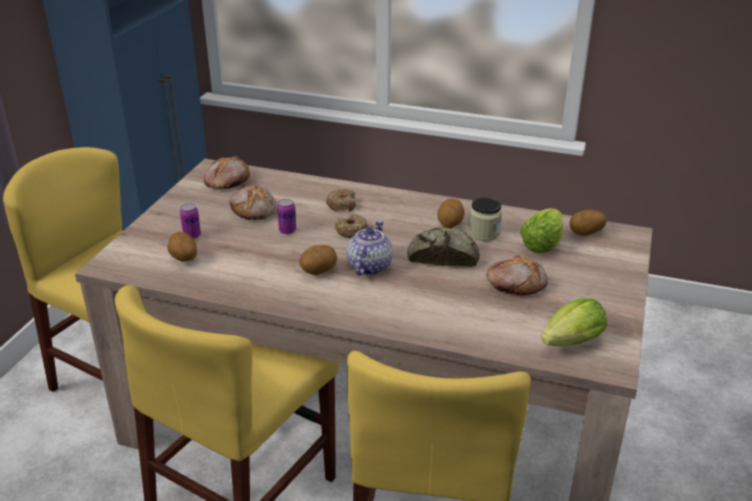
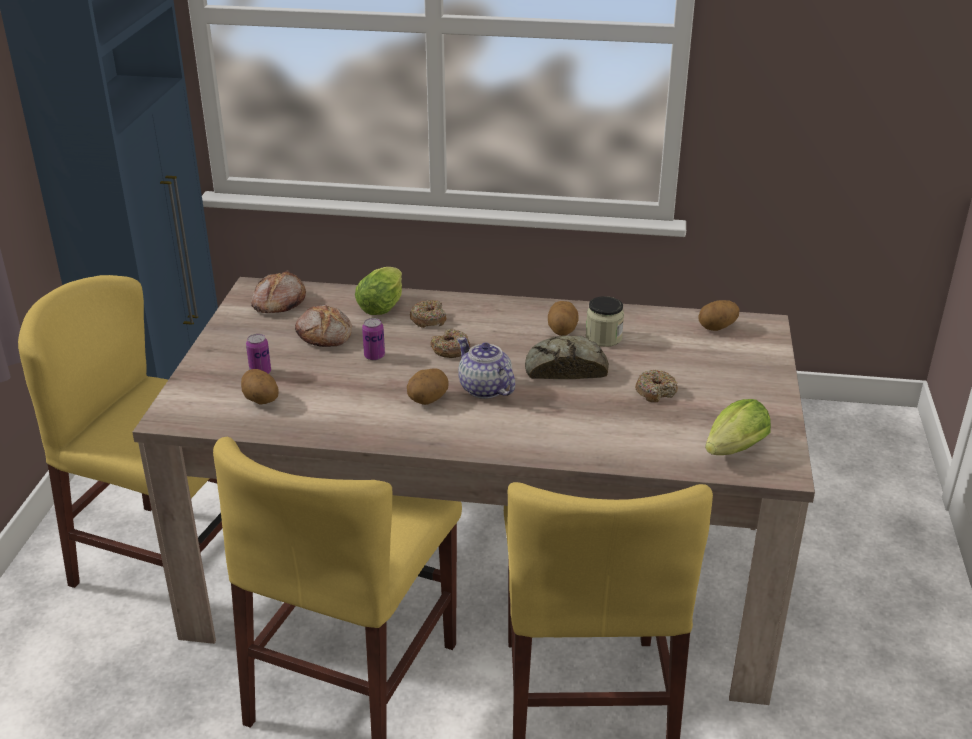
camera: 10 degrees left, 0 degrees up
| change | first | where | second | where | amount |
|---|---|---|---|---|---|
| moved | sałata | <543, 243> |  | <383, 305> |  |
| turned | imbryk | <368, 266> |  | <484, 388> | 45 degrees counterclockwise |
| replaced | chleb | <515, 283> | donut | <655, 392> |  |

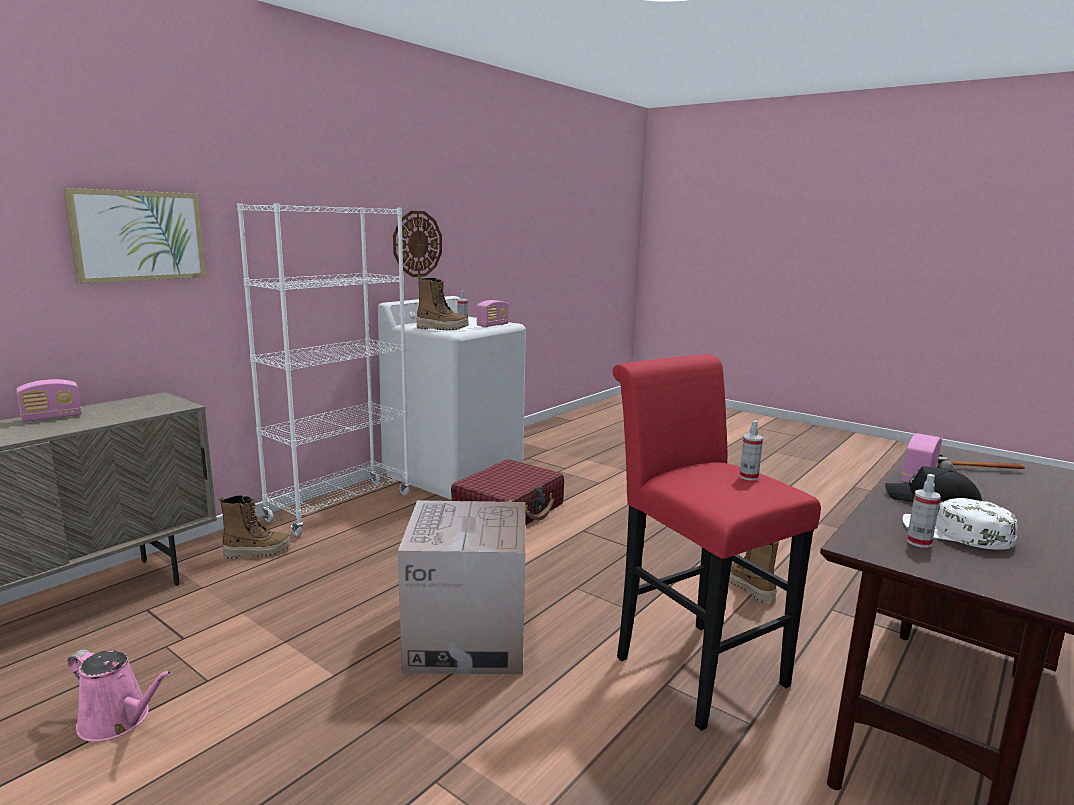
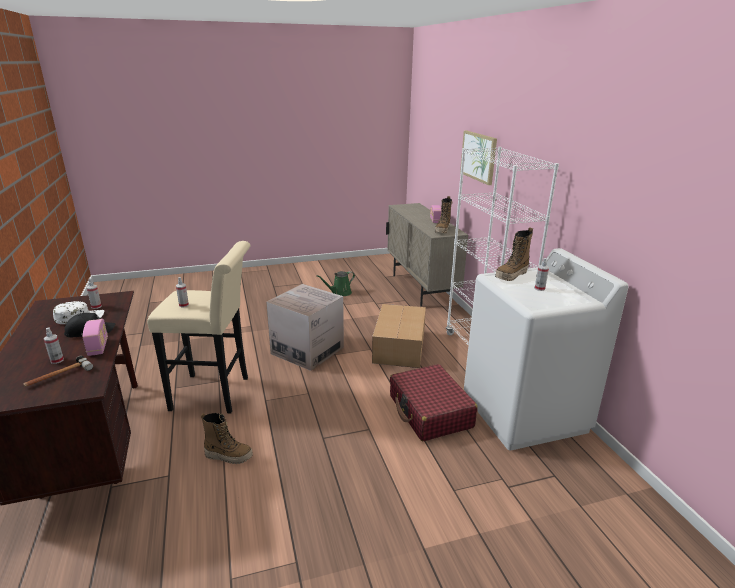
camera: 125 degrees right, 10 degrees up
| change | first | where | second | where | amount |
|---|---|---|---|---|---|
| added |  |  | spryskiwacz | <57, 360> |  |
| recoloured | stołek/czerwony | <691, 664> | stołek/beżowy | <216, 394> |  |
| recoloured | konewka/różowy | <118, 720> | konewka/zielony | <339, 293> |  |
| added |  |  | karton | <400, 346> |  |
| moved | but z cholewką | <257, 552> |  | <442, 230> |  |
| removed | zegar ścienny | <417, 244> |  |  |  |
| removed | radio | <492, 325> |  |  |  |

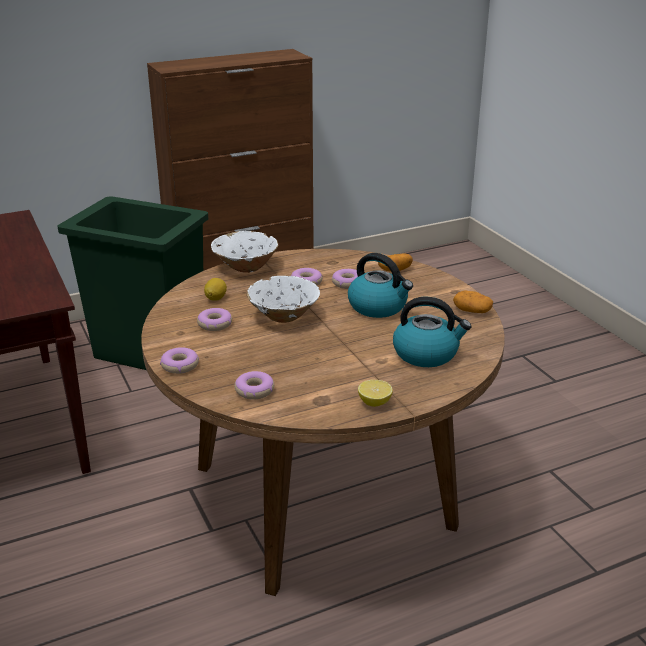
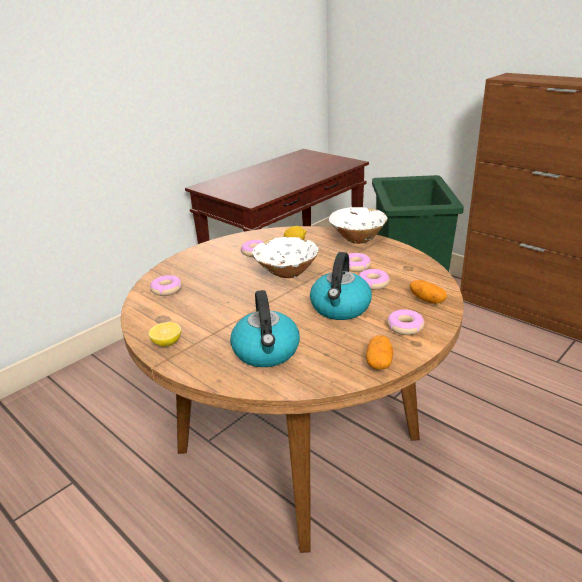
camera: 70 degrees right, 0 degrees up
| change | first | where | second | where | amount |
|---|---|---|---|---|---|
| moved | donut | <180, 365> |  | <405, 327> |  |

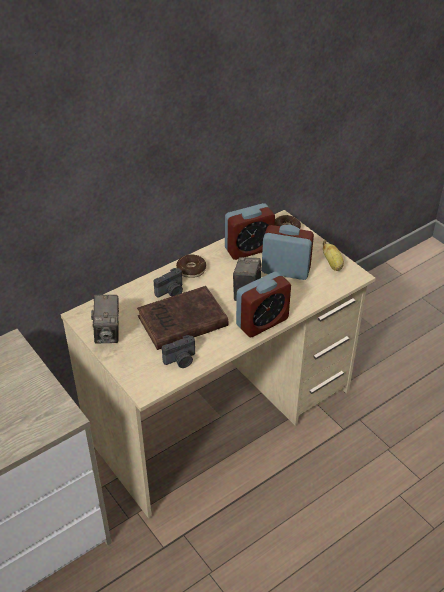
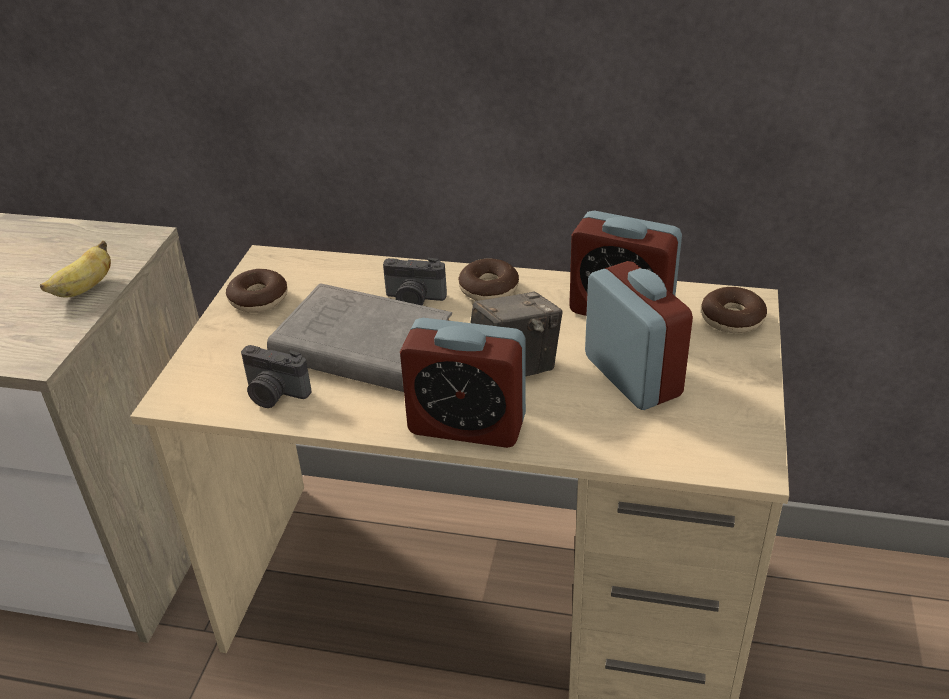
camera: 50 degrees right, 5 degrees down
| change | first | where | second | where | amount |
|---|---|---|---|---|---|
| moved | banan | <333, 264> |  | <84, 288> |  |
| replaced | aparat fotograficzny | <108, 333> | donut | <258, 299> |  |
| recoloured | książka/brązowy | <180, 322> | książka/szary | <358, 345> |  |

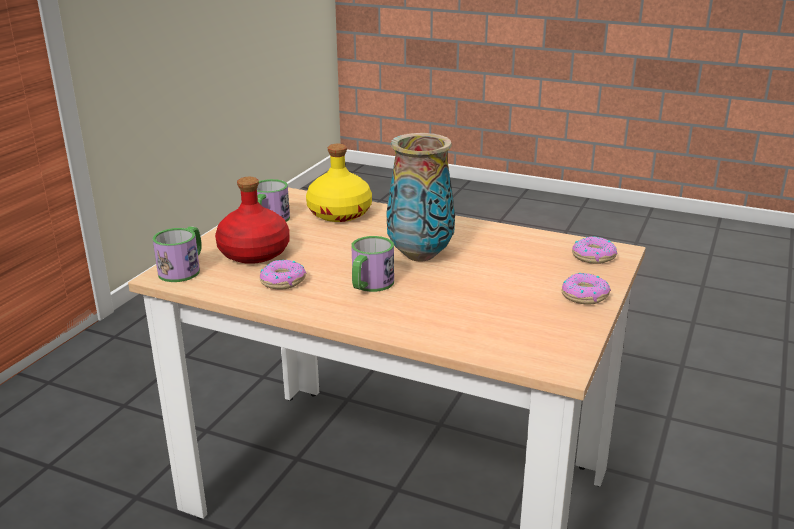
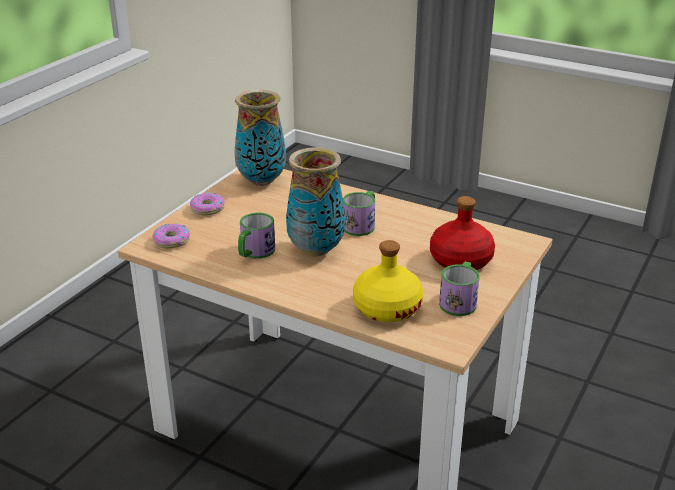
camera: 175 degrees left, 5 degrees up
| change | first | where | second | where | amount |
|---|---|---|---|---|---|
| added |  |  | wazon | <262, 180> |  |
| moved | kubek | <184, 269> |  | <254, 252> |  |
| removed | donut | <282, 281> |  |  |  |

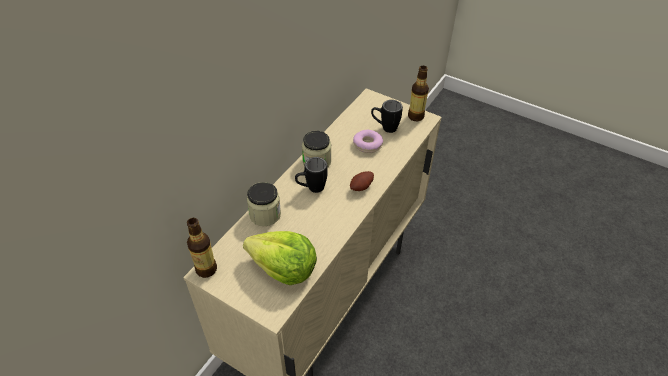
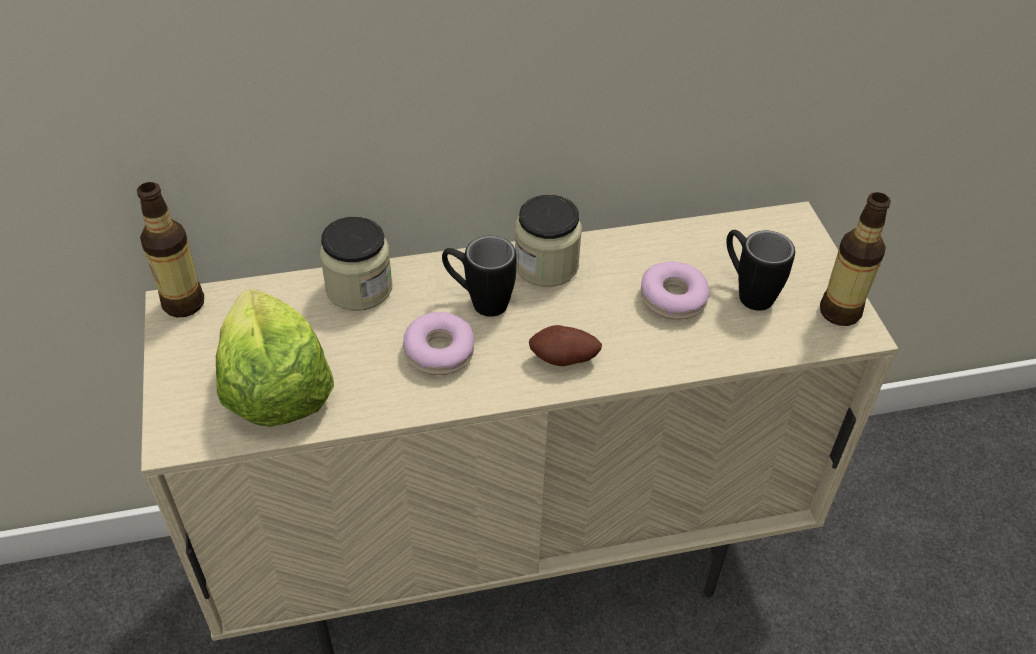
camera: 45 degrees right, 0 degrees up
| change | first | where | second | where | amount |
|---|---|---|---|---|---|
| added |  |  | donut | <439, 351> |  |

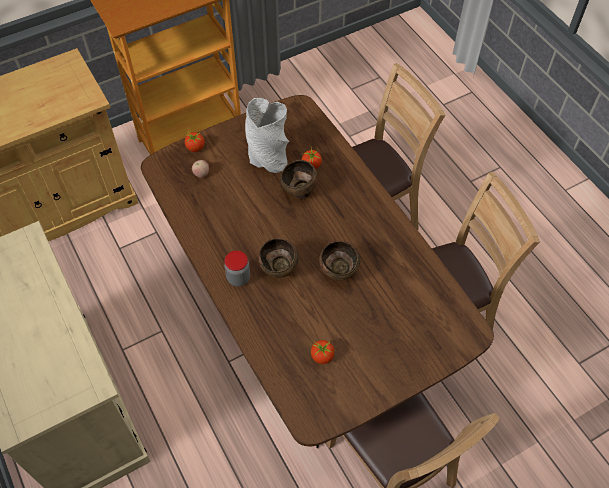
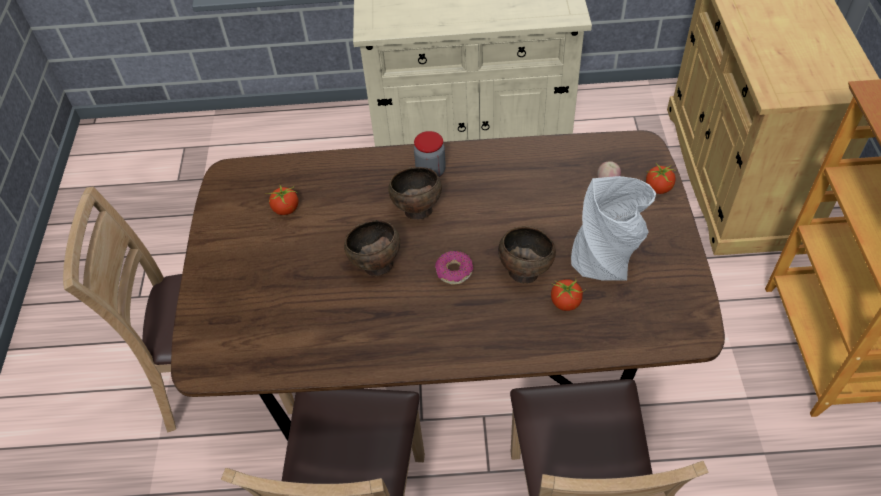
camera: 120 degrees right, 5 degrees down
| change | first | where | second | where | amount |
|---|---|---|---|---|---|
| added |  |  | donut | <454, 271> |  |

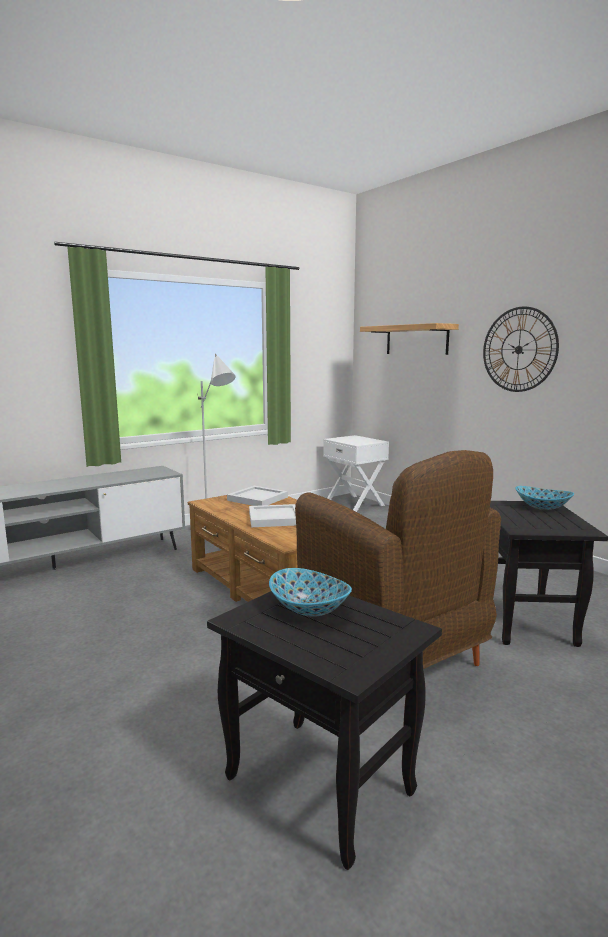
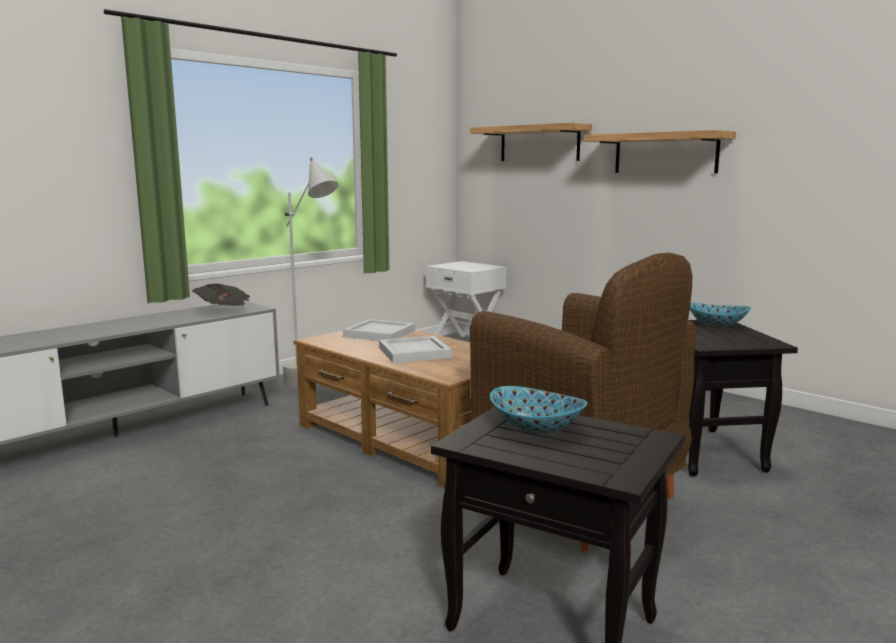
camera: 10 degrees left, 0 degrees up
| change | first | where | second | where | amount |
|---|---|---|---|---|---|
| added |  |  | gazeta | <224, 310> |  |
| replaced | zegar ścienny | <519, 349> | półka | <665, 153> |  |

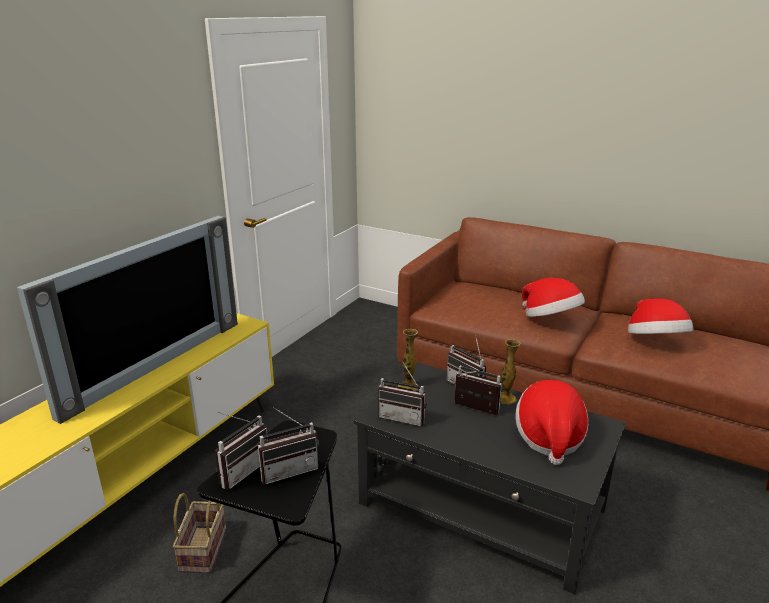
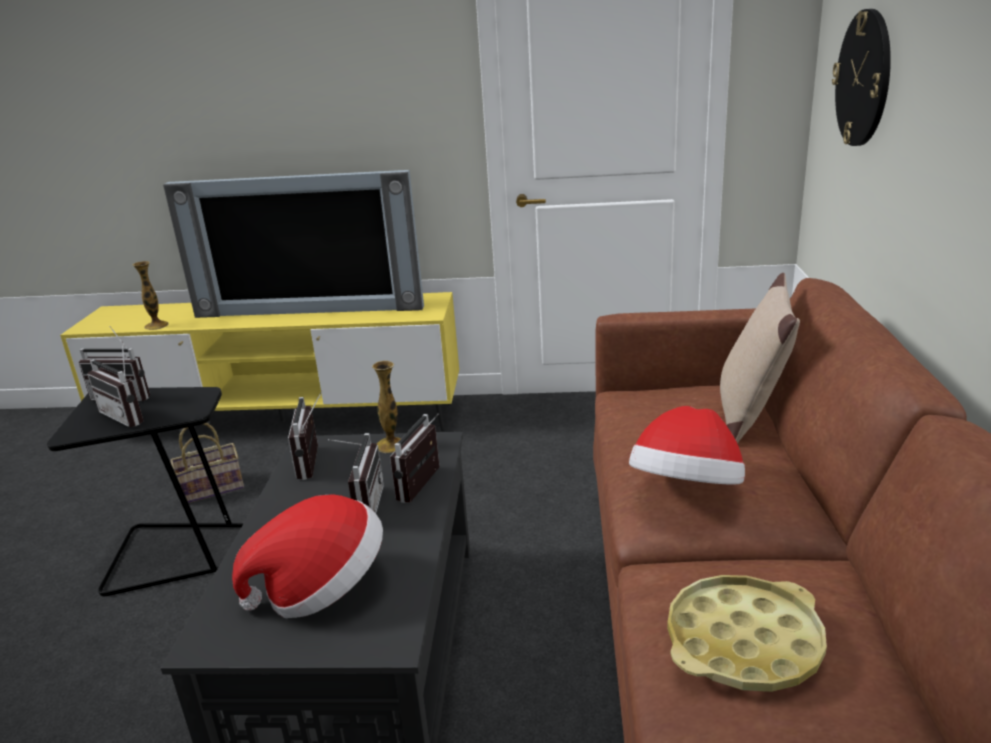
camera: 65 degrees right, 0 degrees up
| change | first | where | second | where | amount |
|---|---|---|---|---|---|
| moved | wazon | <505, 398> |  | <156, 325> |  |
| replaced | kapelusz | <655, 342> | taca/żółty | <744, 642> |  |
| added |  |  | poduszka/beżowy | <750, 415> |  |
| added |  |  | zegar ścienny | <863, 79> |  |

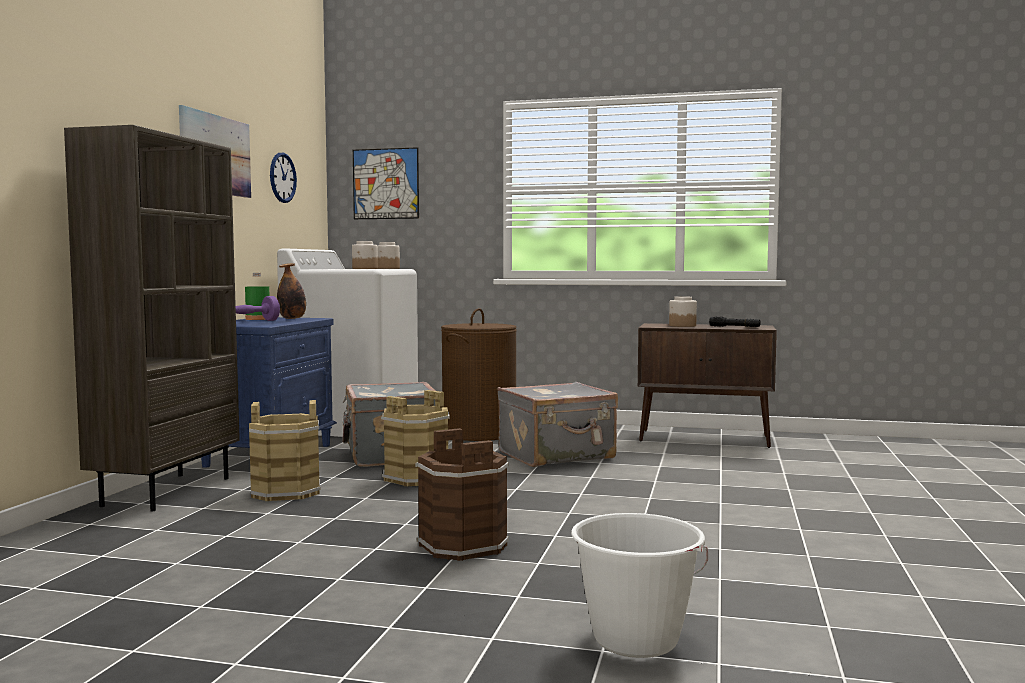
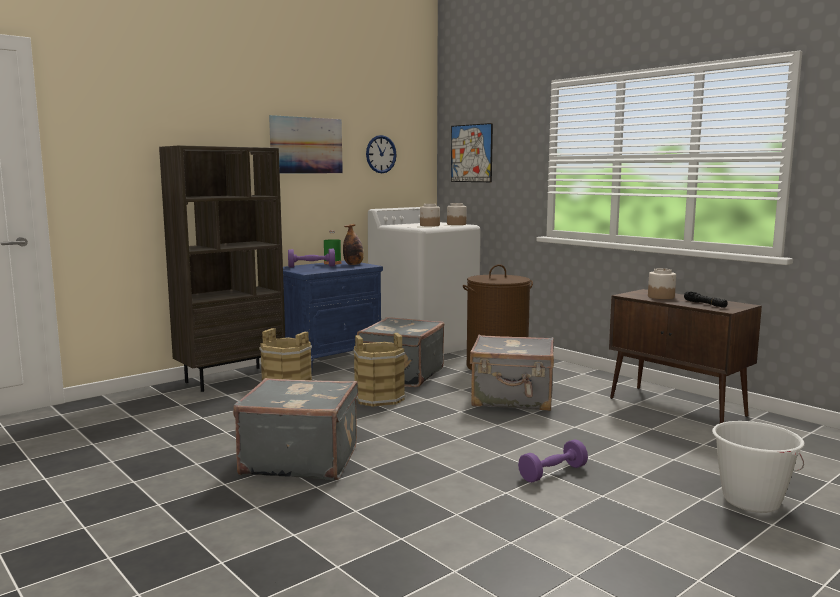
camera: 35 degrees right, 5 degrees up
| change | first | where | second | where | amount |
|---|---|---|---|---|---|
| replaced | wiadro/brązowy | <462, 545> | walizka/szary | <300, 460> |  |
| added |  |  | hantel/fioletowy | <553, 473> |  |
| moved | wiadro/biały | <635, 640> |  | <751, 501> |  |

